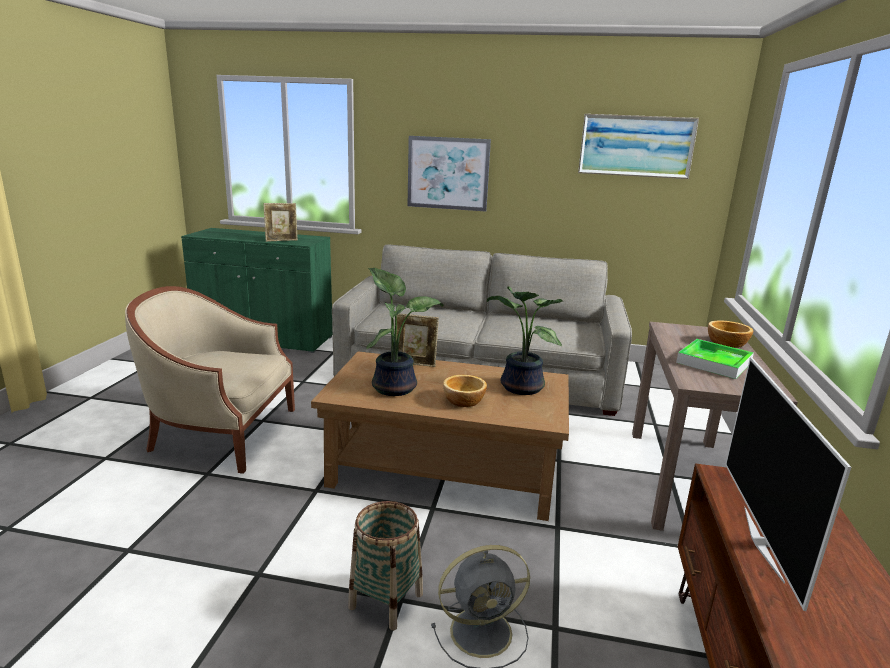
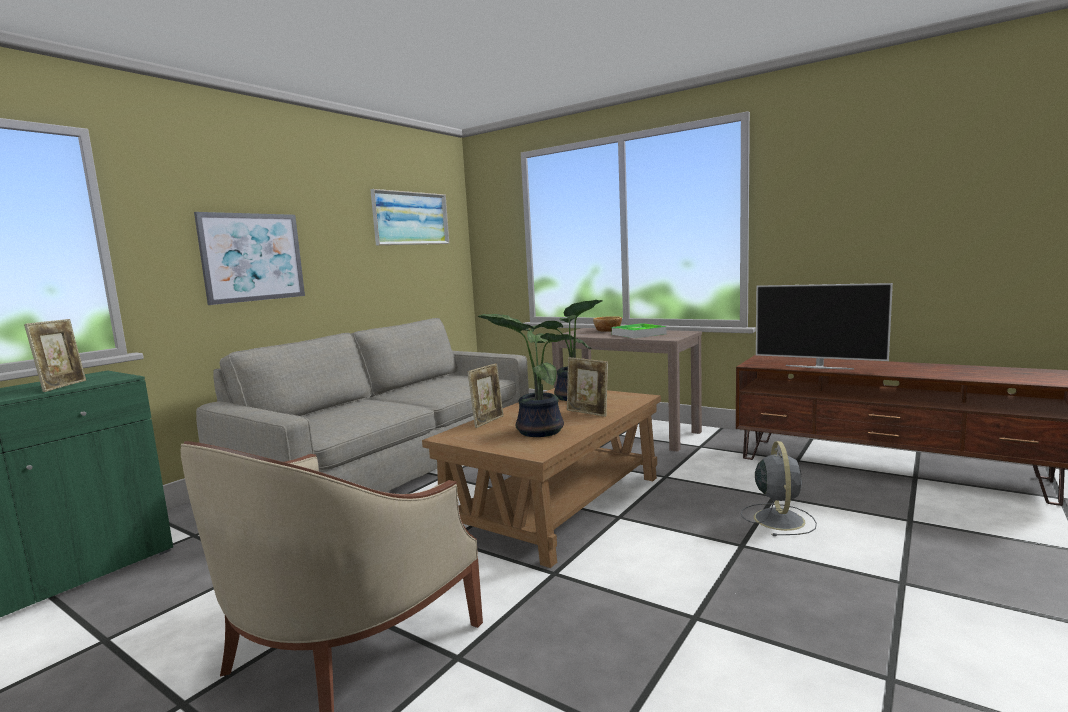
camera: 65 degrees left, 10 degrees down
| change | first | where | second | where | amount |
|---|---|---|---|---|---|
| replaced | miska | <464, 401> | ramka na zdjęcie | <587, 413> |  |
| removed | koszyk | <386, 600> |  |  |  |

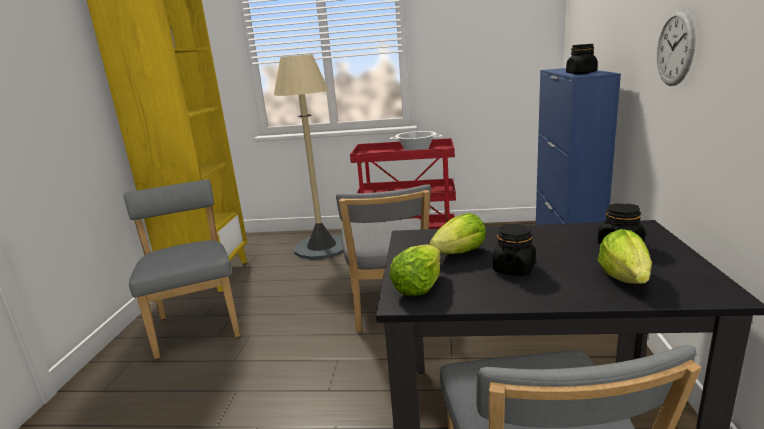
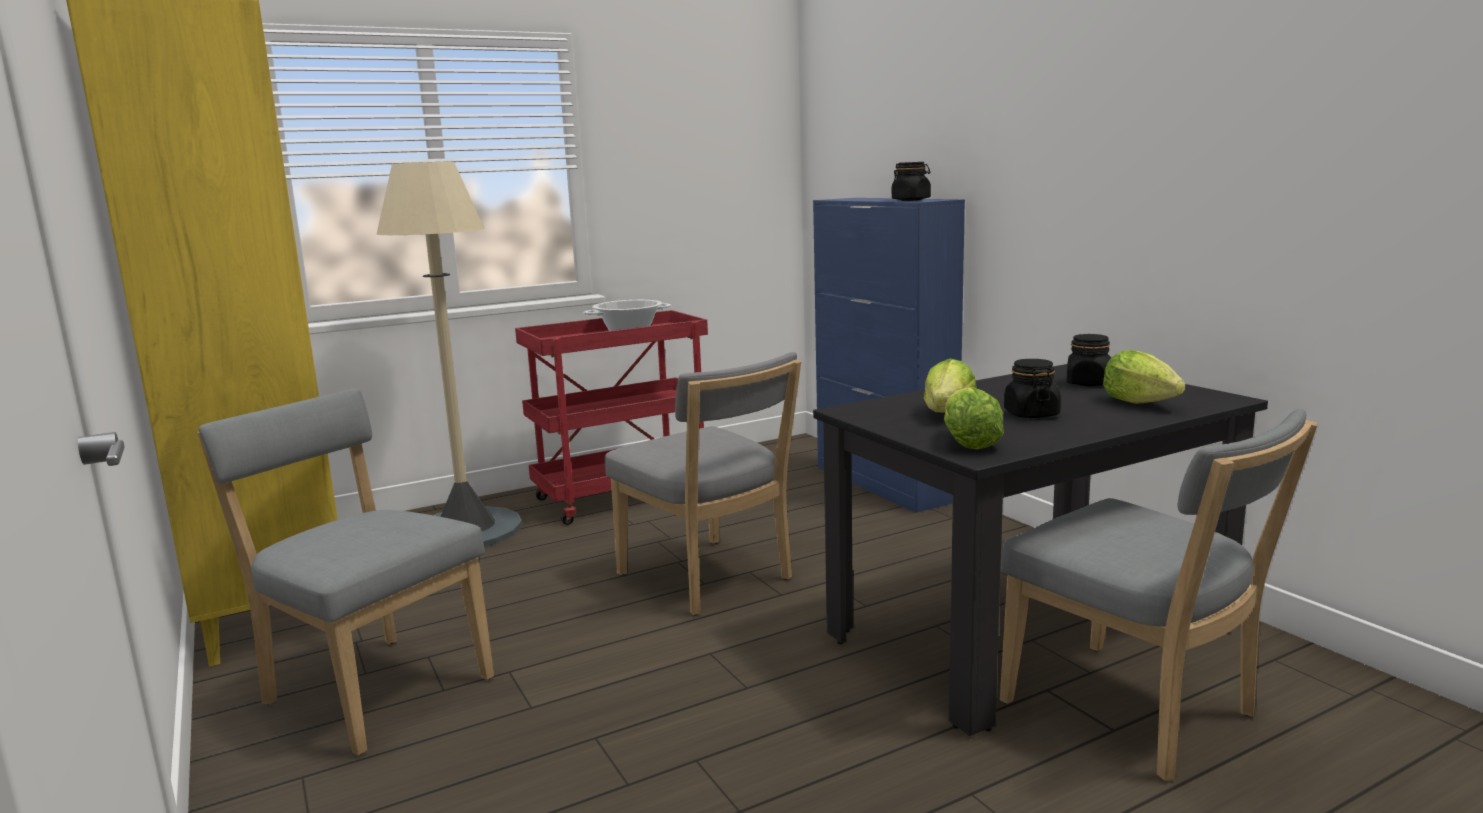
camera: 35 degrees left, 5 degrees down
| change | first | where | second | where | amount |
|---|---|---|---|---|---|
| removed | zegar ścienny | <675, 48> |  |  |  |

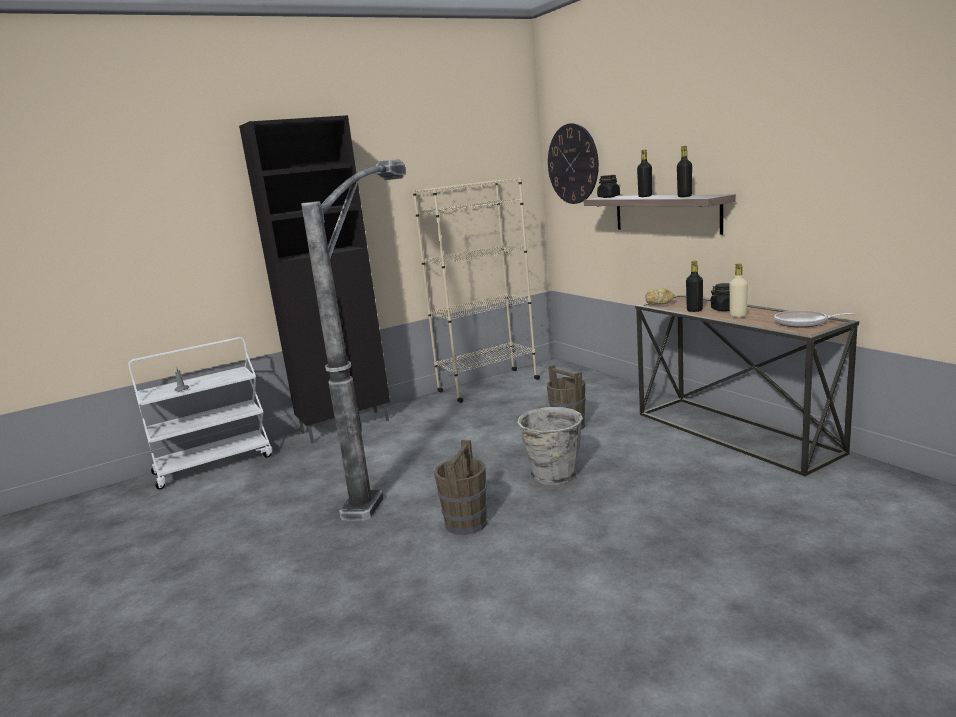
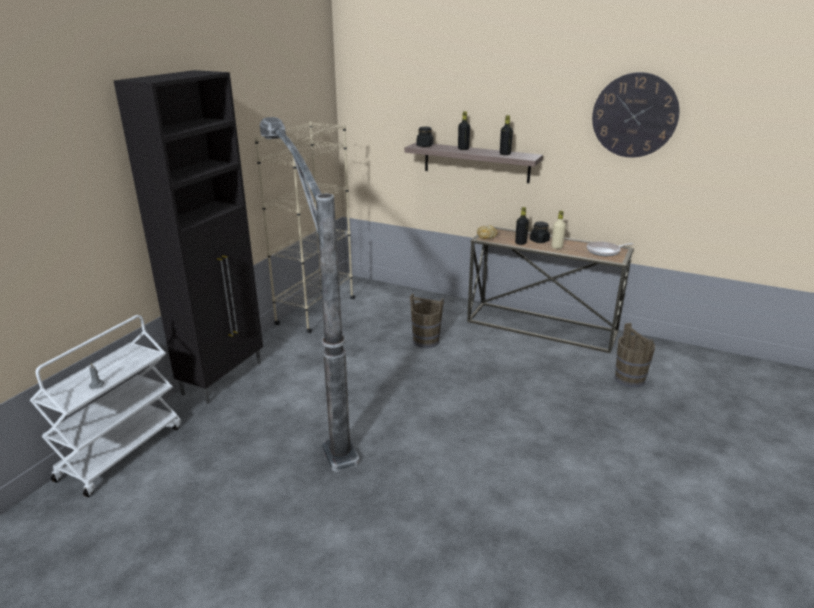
camera: 35 degrees left, 10 degrees up
| change | first | where | second | where | amount |
|---|---|---|---|---|---|
| moved | zegar ścienny | <573, 164> |  | <634, 115> |  |
| moved | wiadro/brązowy | <465, 523> |  | <629, 379> |  |
| removed | wiadro/szary | <552, 476> |  |  |  |

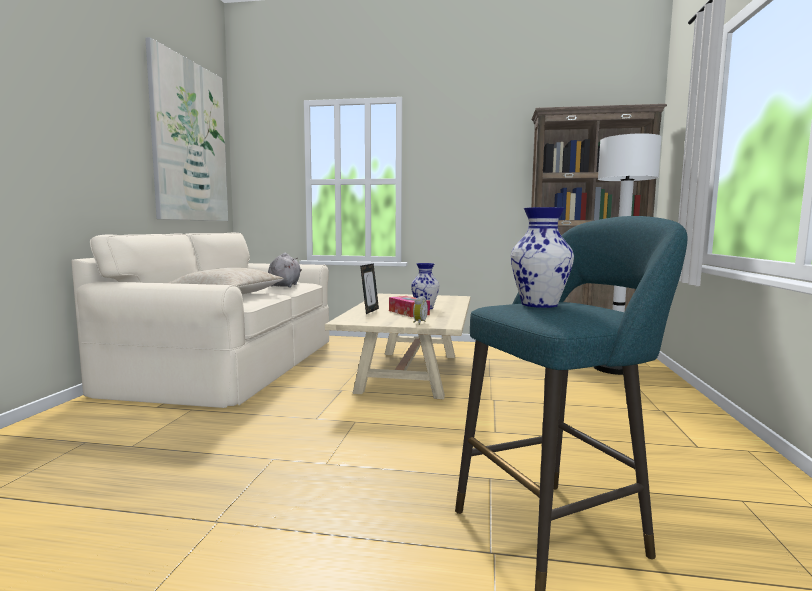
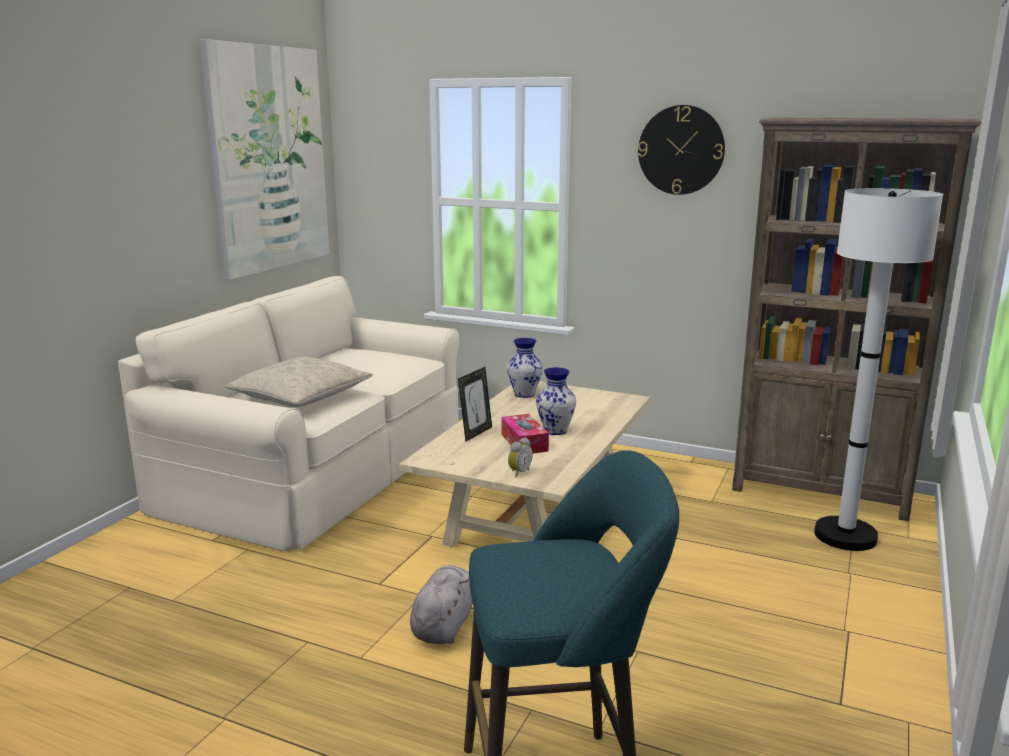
camera: 15 degrees right, 10 degrees up
| change | first | where | second | where | amount |
|---|---|---|---|---|---|
| moved | pluszak/szary | <285, 285> |  | <444, 625> |  |
| moved | wazon | <539, 305> |  | <524, 394> |  |
| added |  |  | zegar ścienny | <681, 150> |  |

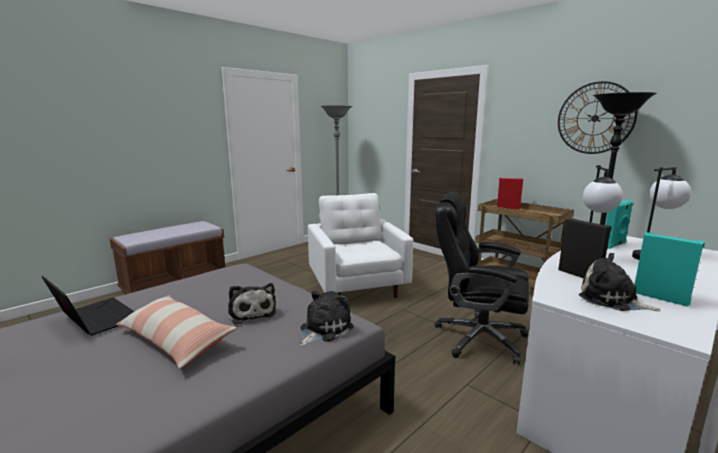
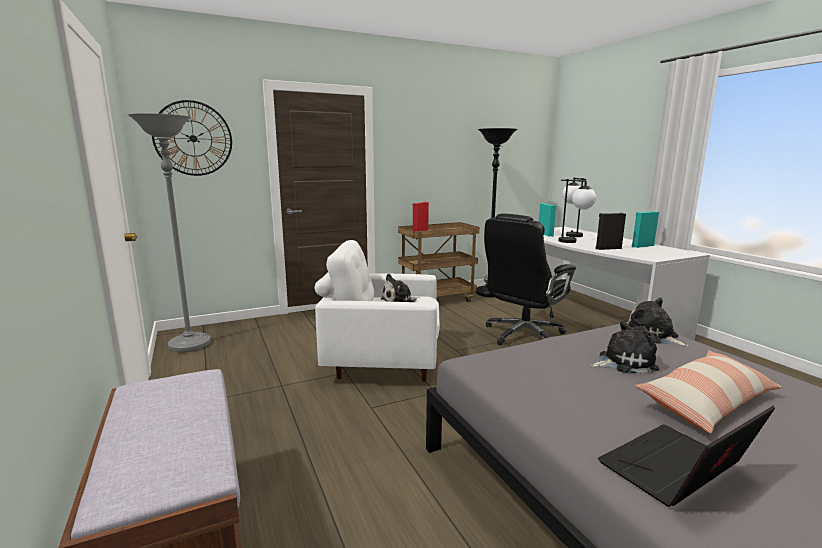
camera: 70 degrees left, 0 degrees up
| change | first | where | second | where | amount |
|---|---|---|---|---|---|
| moved | zegar ścienny | <595, 118> |  | <193, 138> |  |
| moved | pluszak | <612, 300> |  | <400, 301> |  |

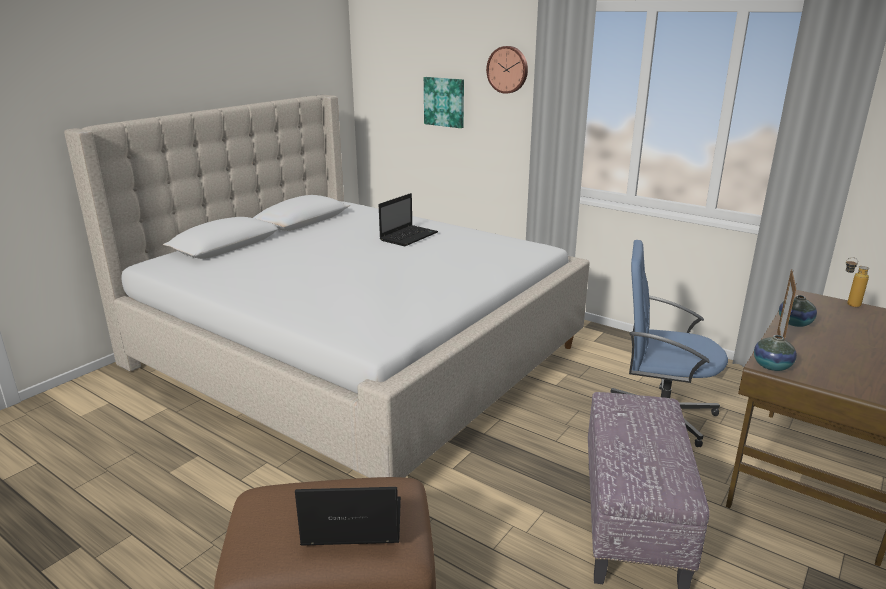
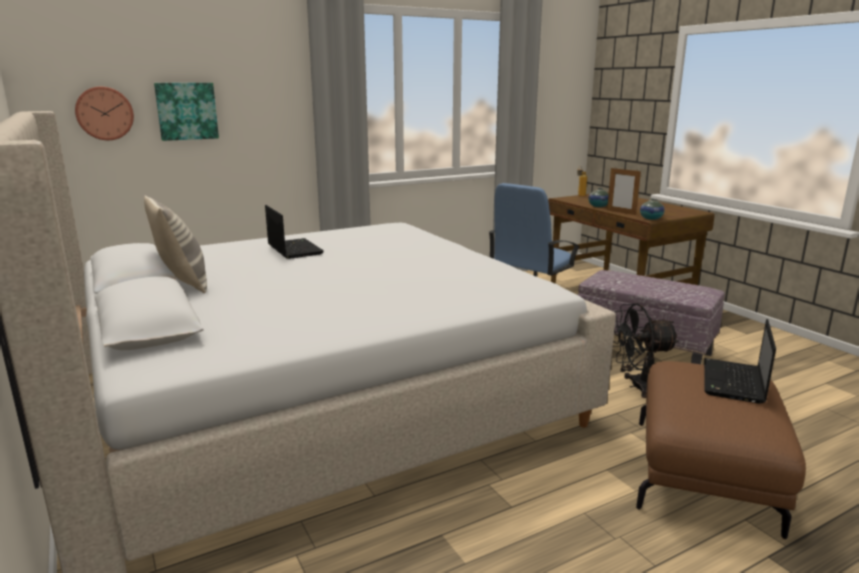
camera: 65 degrees left, 5 degrees down
| change | first | where | second | where | amount |
|---|---|---|---|---|---|
| moved | zegar ścienny | <508, 69> |  | <104, 113> |  |
| added |  |  | poduszka | <183, 283> |  |
| added |  |  | wentylator/czarny | <638, 387> |  |

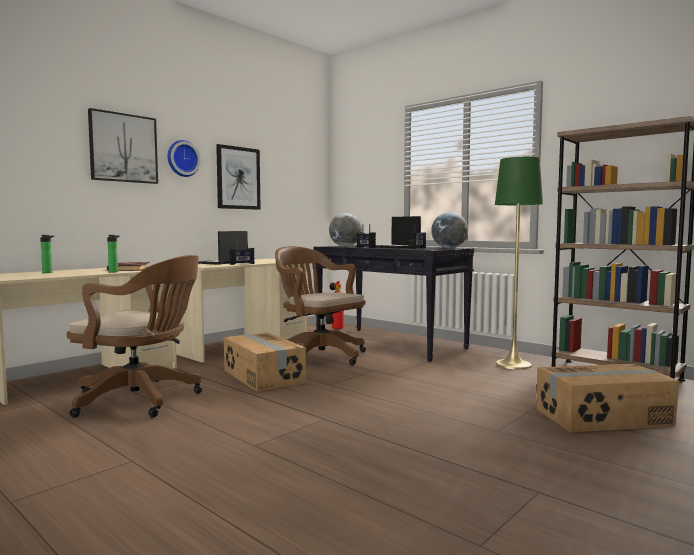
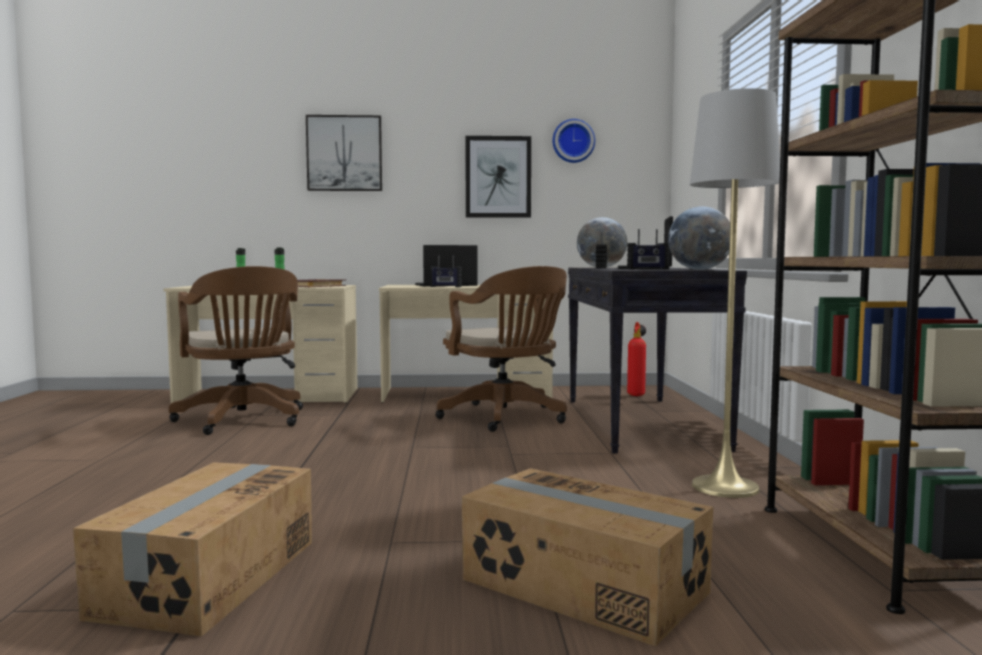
camera: 45 degrees right, 0 degrees up
| change | first | where | second | where | amount |
|---|---|---|---|---|---|
| moved | karton | <262, 376> |  | <207, 577> |  |
| turned | krzesło biurowe/brązowy | <318, 355> |  | <506, 418> | 150 degrees clockwise |
| moved | zegar ścienny | <182, 158> |  | <573, 141> |  |
| recoloured | lampa stojąca/zielony | <513, 364> | lampa stojąca/szary | <725, 487> |  |

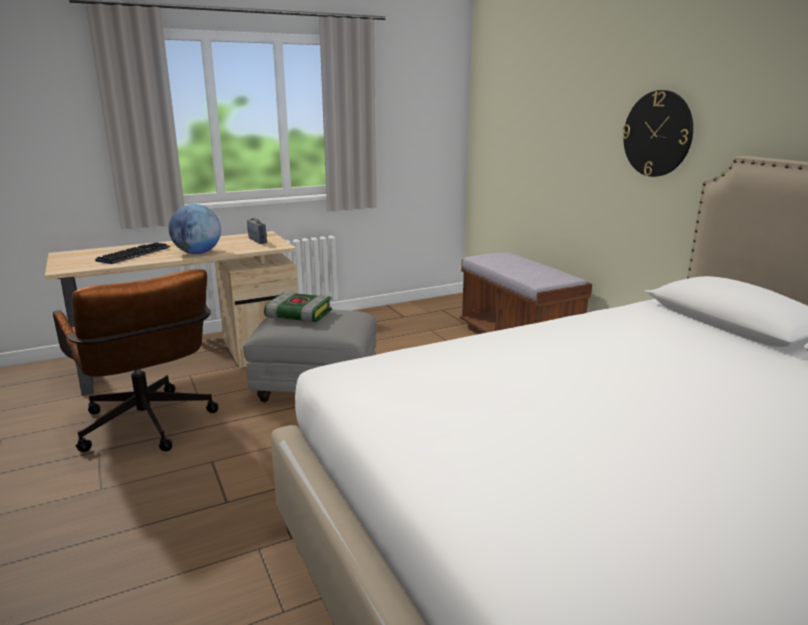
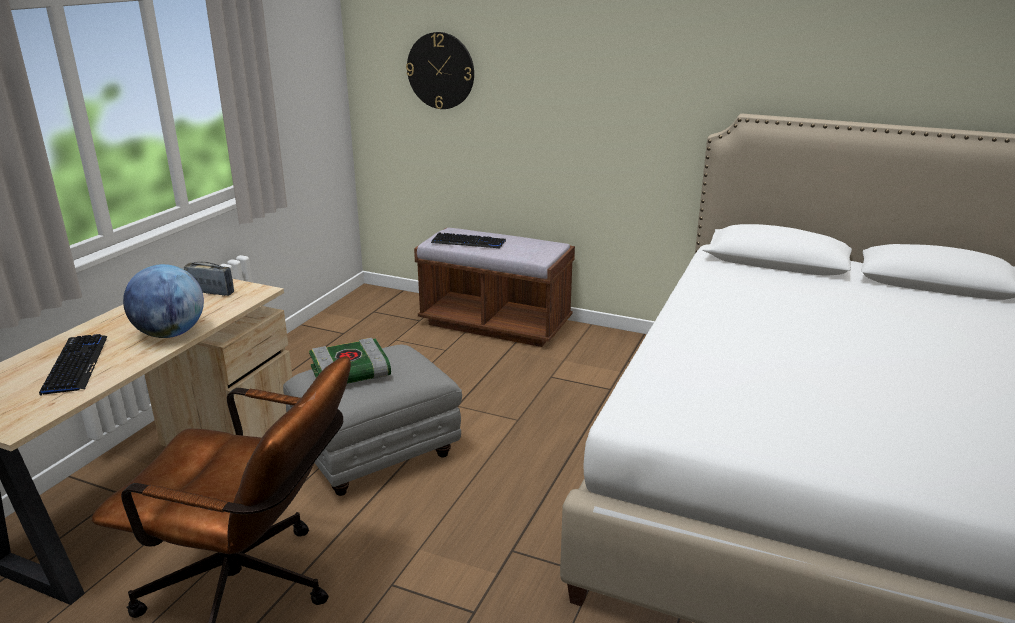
camera: 40 degrees left, 5 degrees up
| change | first | where | second | where | amount |
|---|---|---|---|---|---|
| moved | zegar ścienny | <657, 134> |  | <440, 71> |  |
| added |  |  | klawiatura | <468, 242> |  |

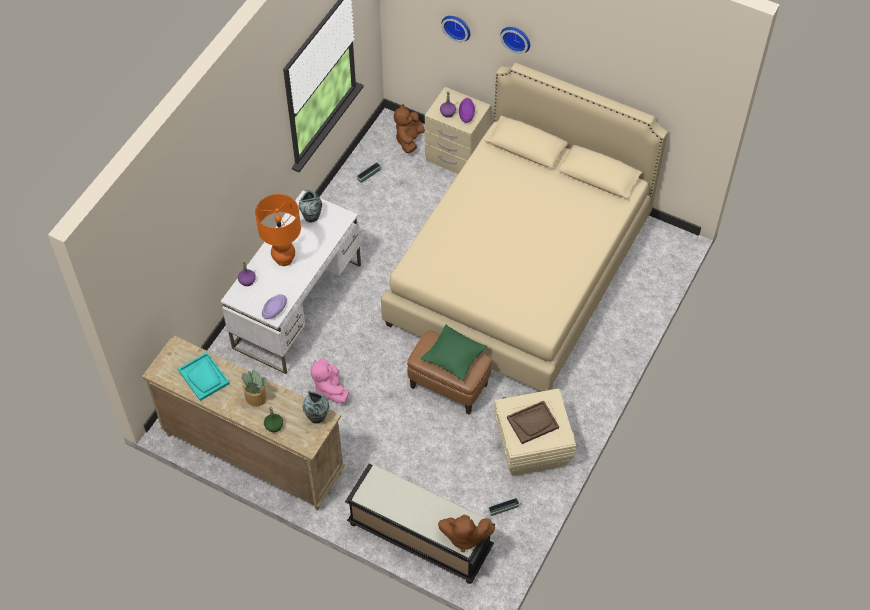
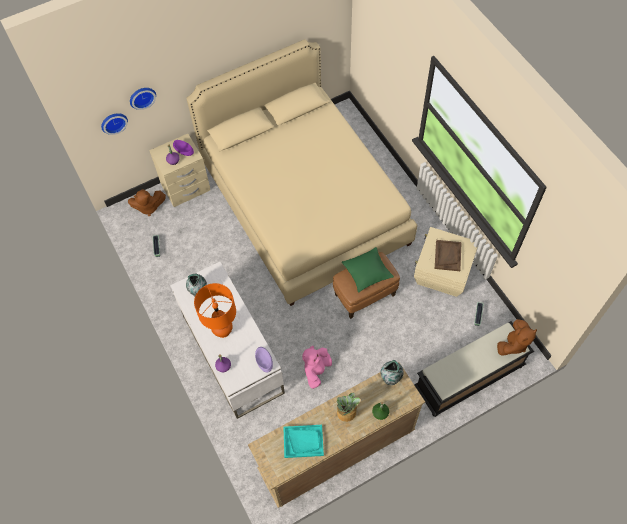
camera: 55 degrees left, 5 degrees up
| change | first | where | second | where | amount |
|---|---|---|---|---|---|
| moved | zegar ścienny | <516, 38> |  | <113, 122> |  |
| turned | pluszak/brązowy | <409, 140> |  | <148, 207> | 60 degrees counterclockwise |
| turned | pluszak/różowy | <330, 388> |  | <316, 370> | 105 degrees clockwise |

